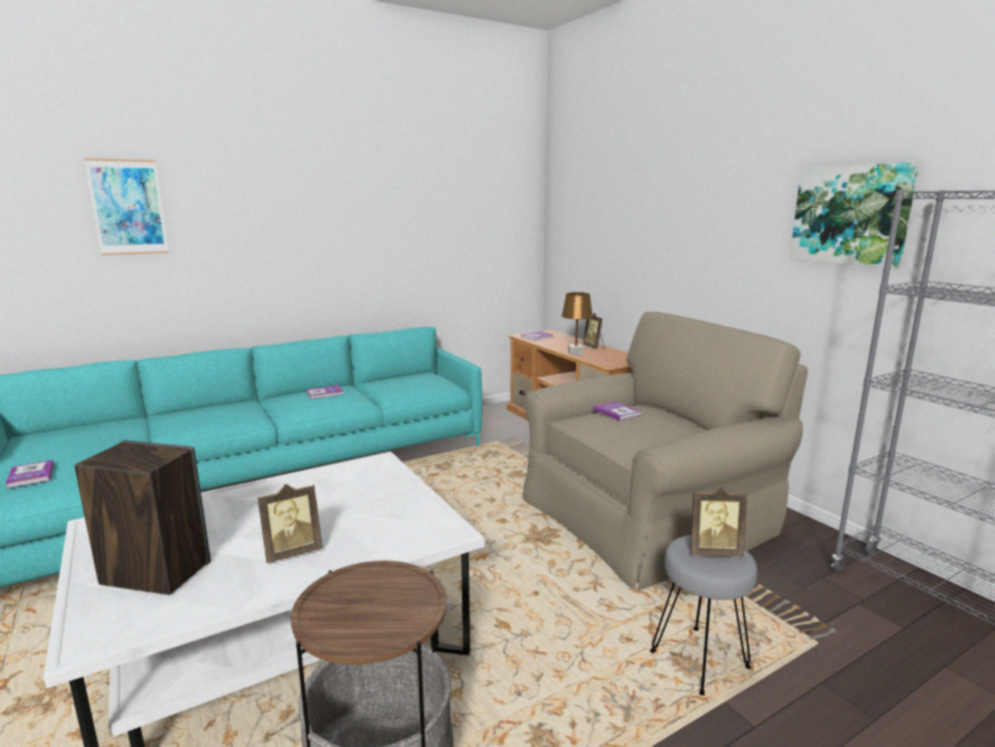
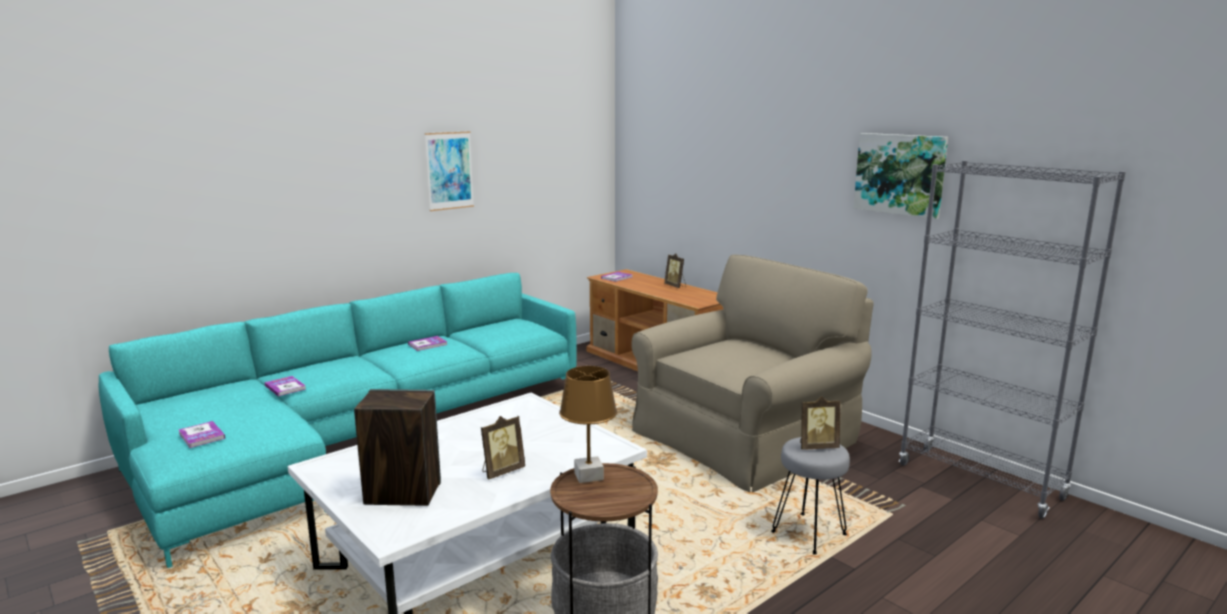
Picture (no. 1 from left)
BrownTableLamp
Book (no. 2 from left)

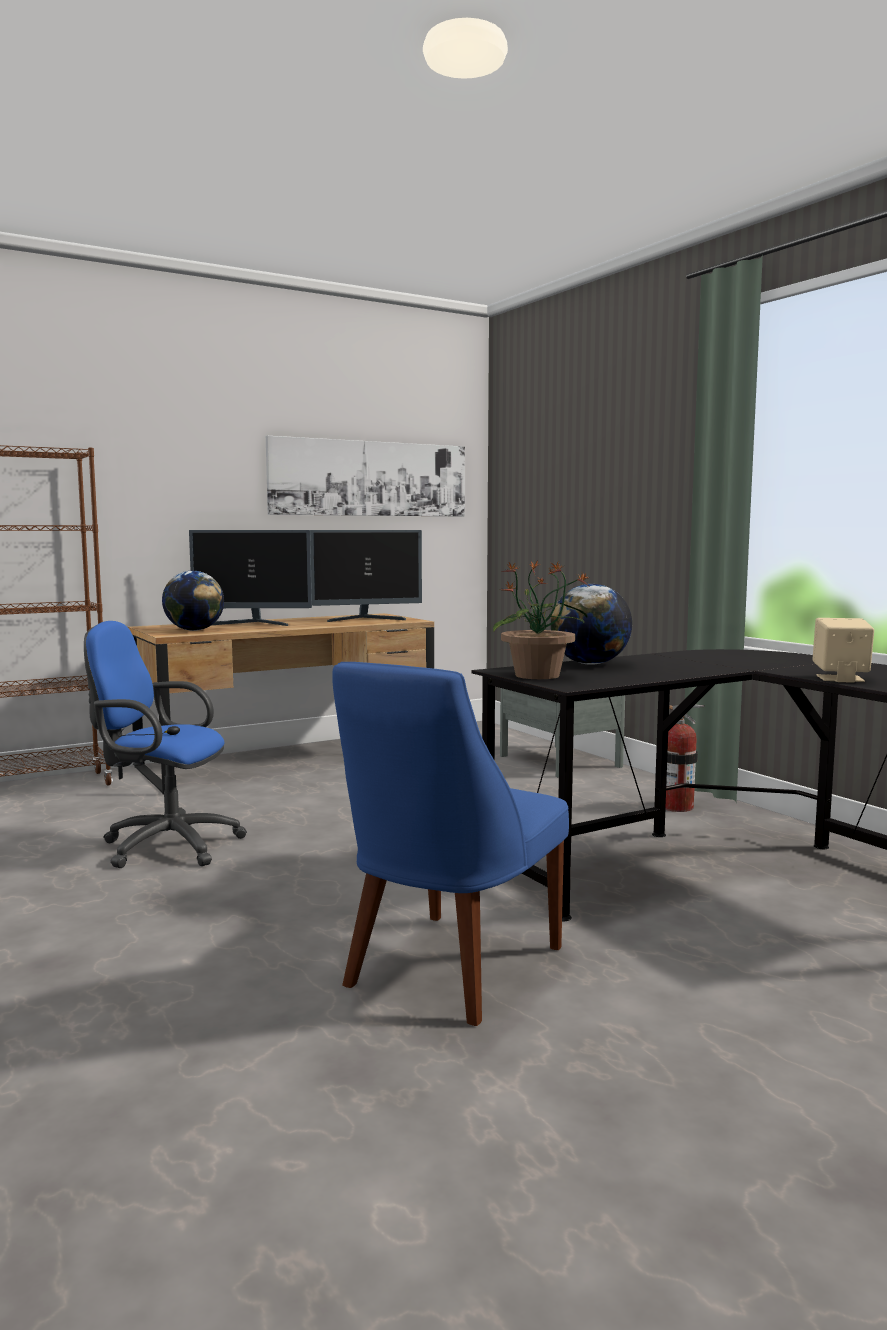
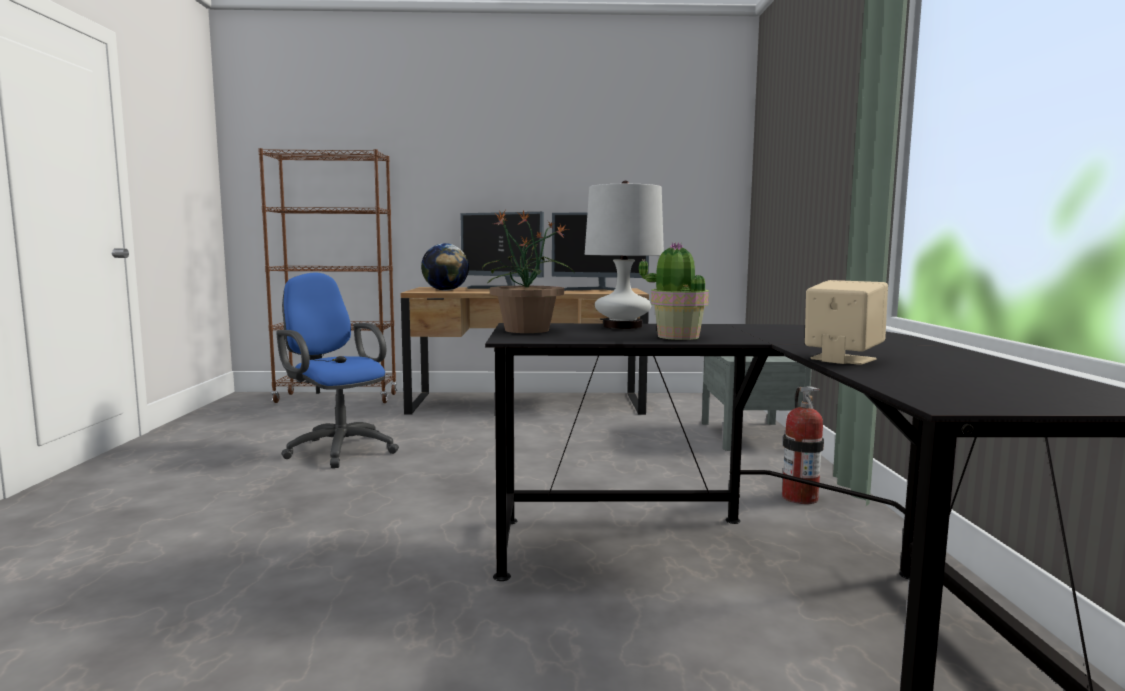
Picture
WhiteTableLamp
BlueChair
PottedPlant (no. 2 from left)

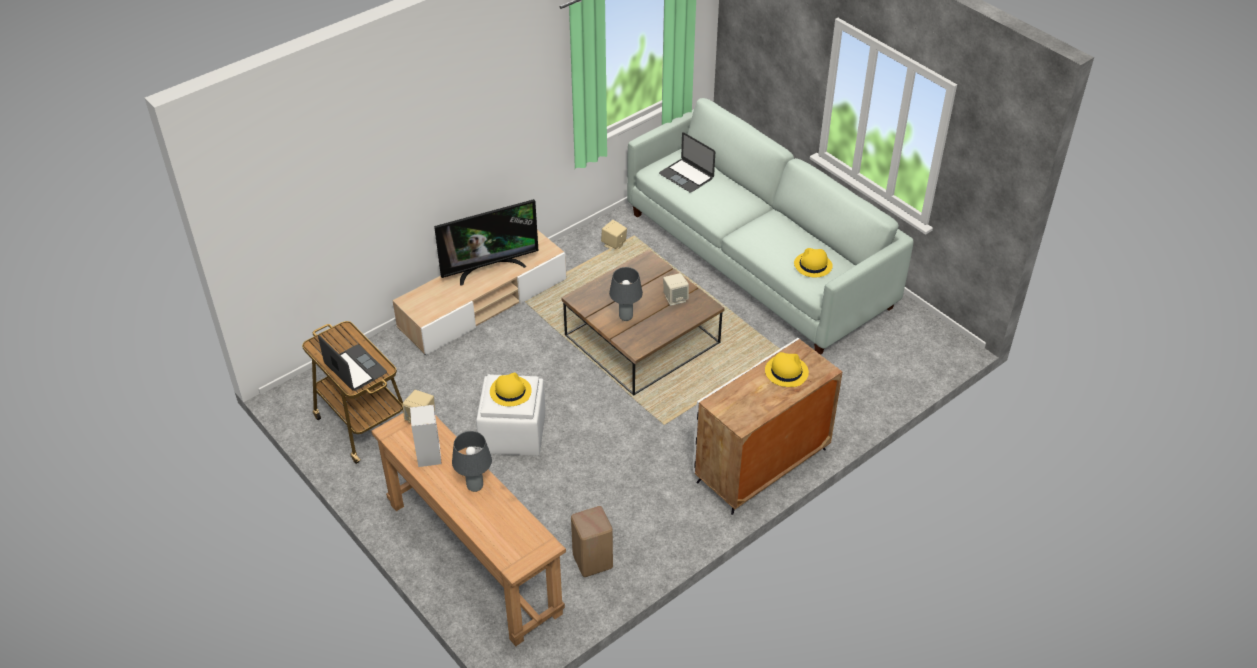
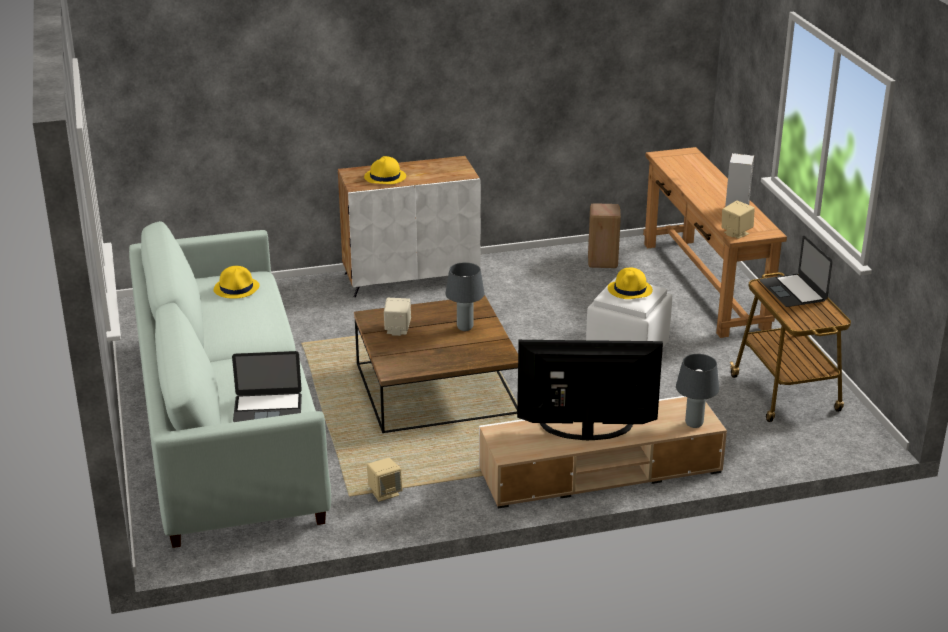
Laptop (no. 1 from left)
GreyTableLamp (no. 2 from left)

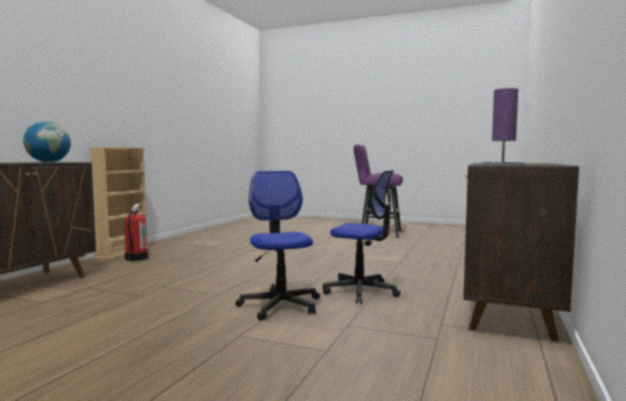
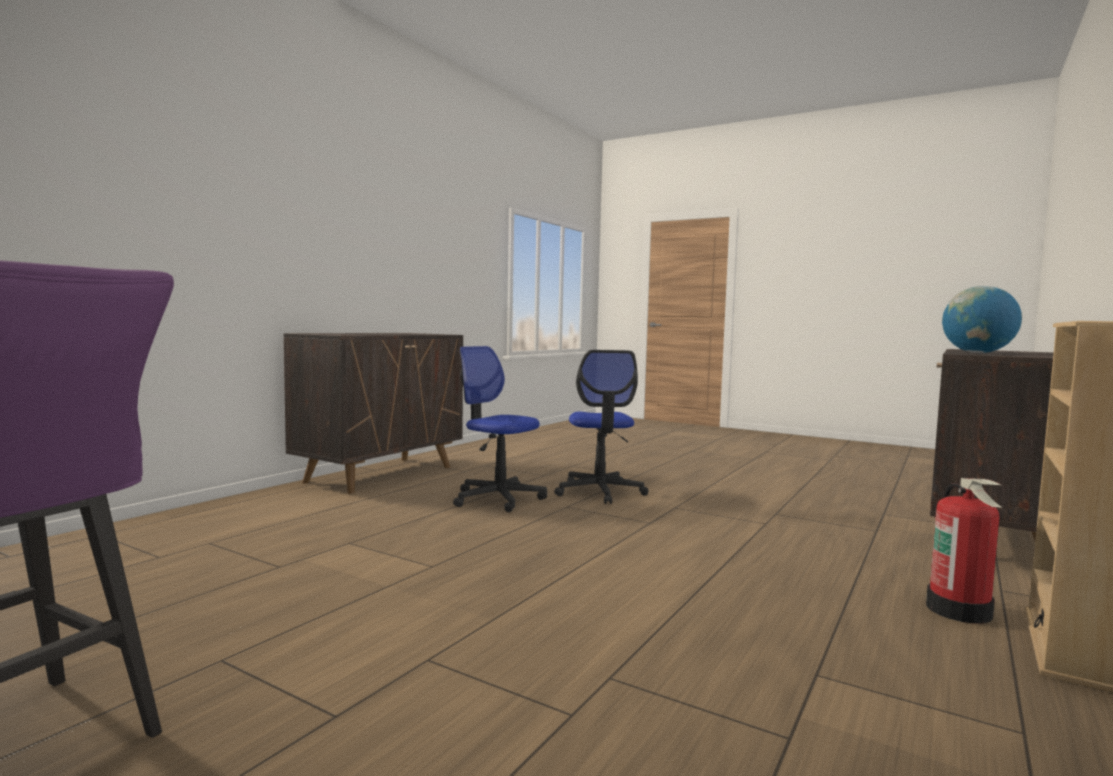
PurpleTableLamp

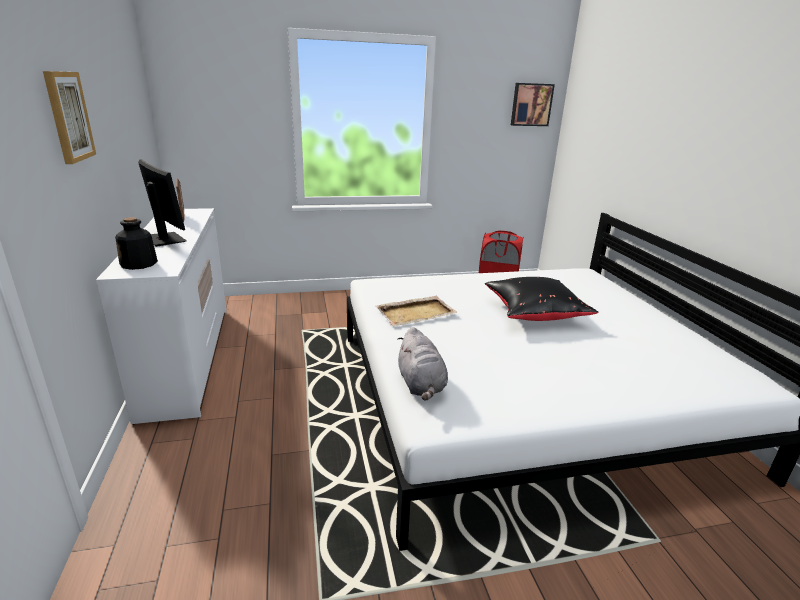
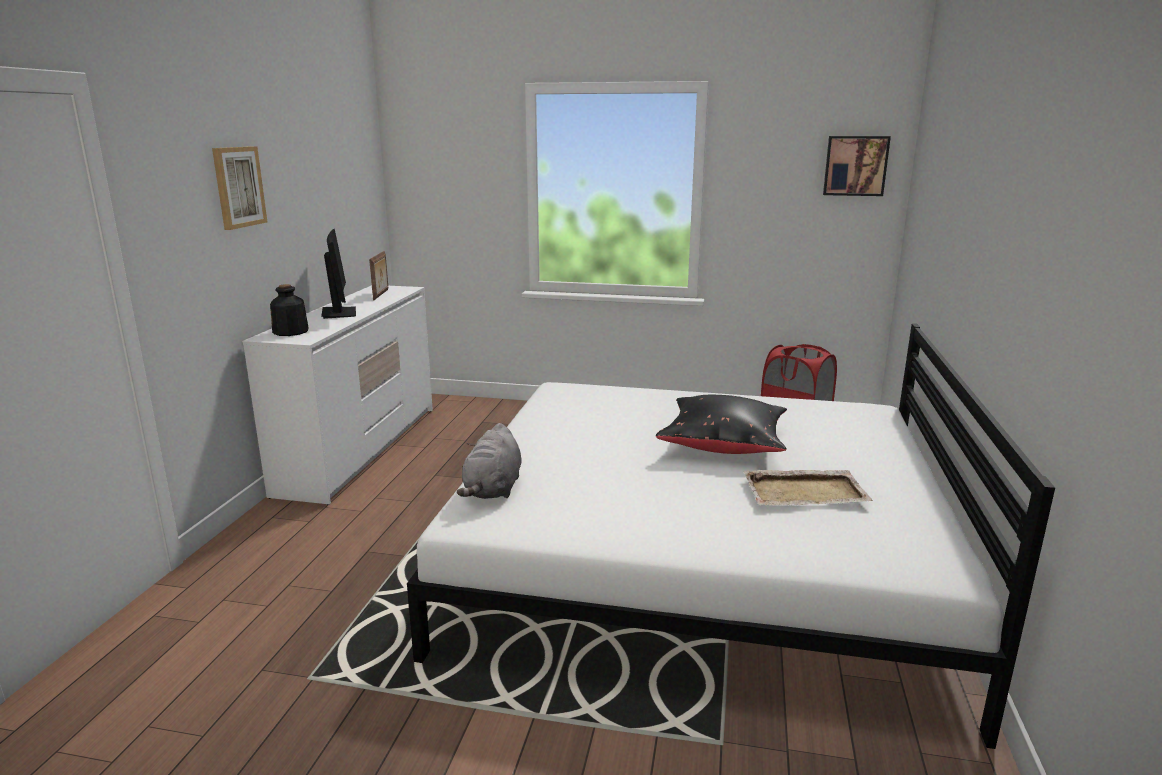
BeigeTray

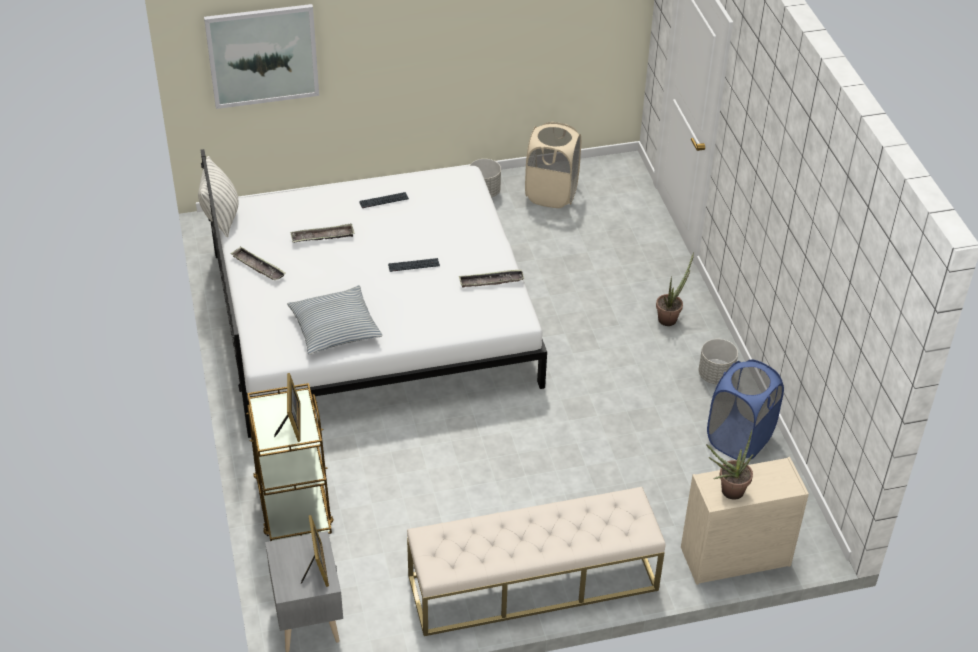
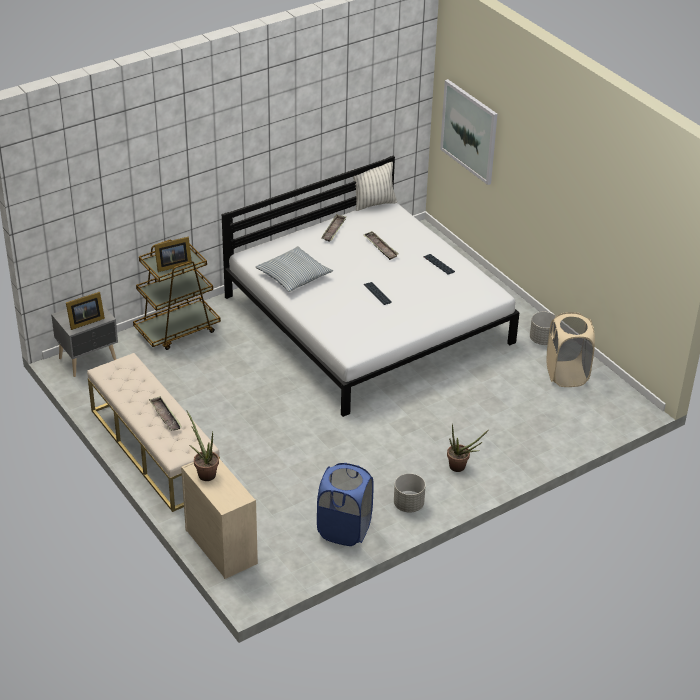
Tray (no. 1 from left)

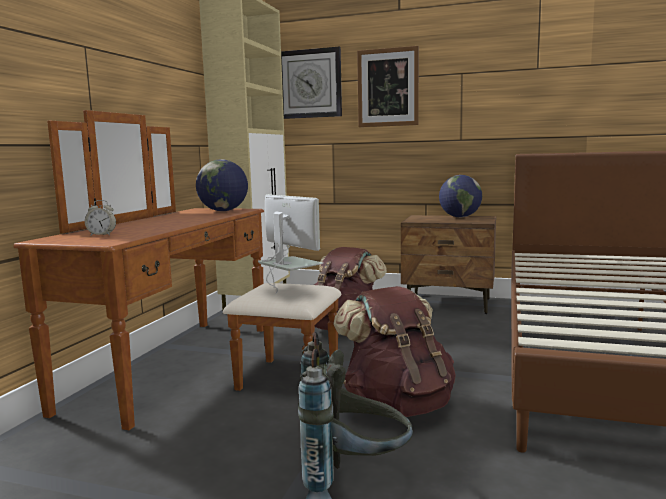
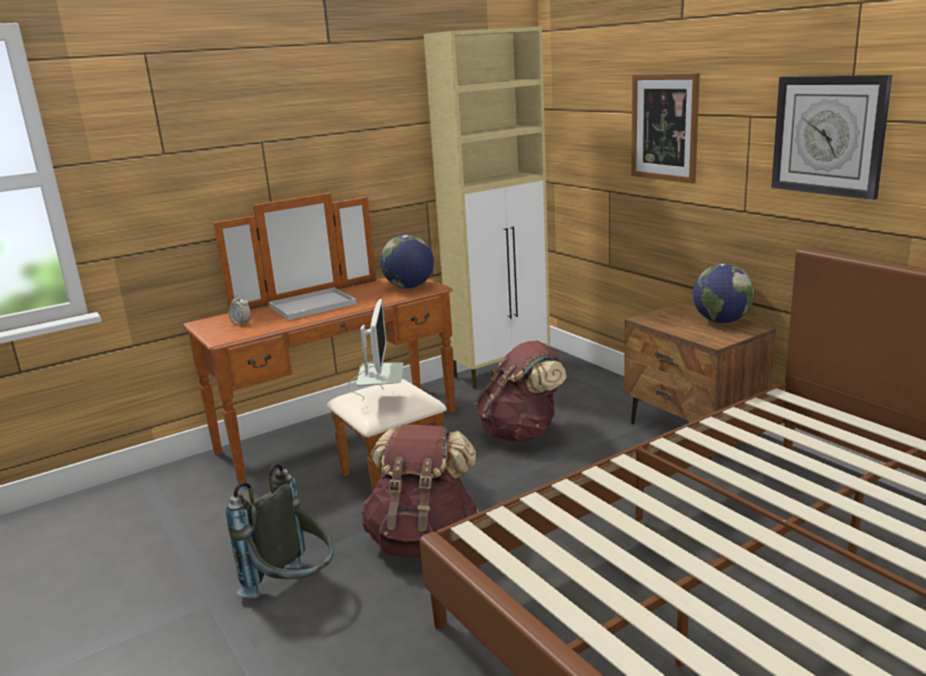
WallClock
WhiteTray

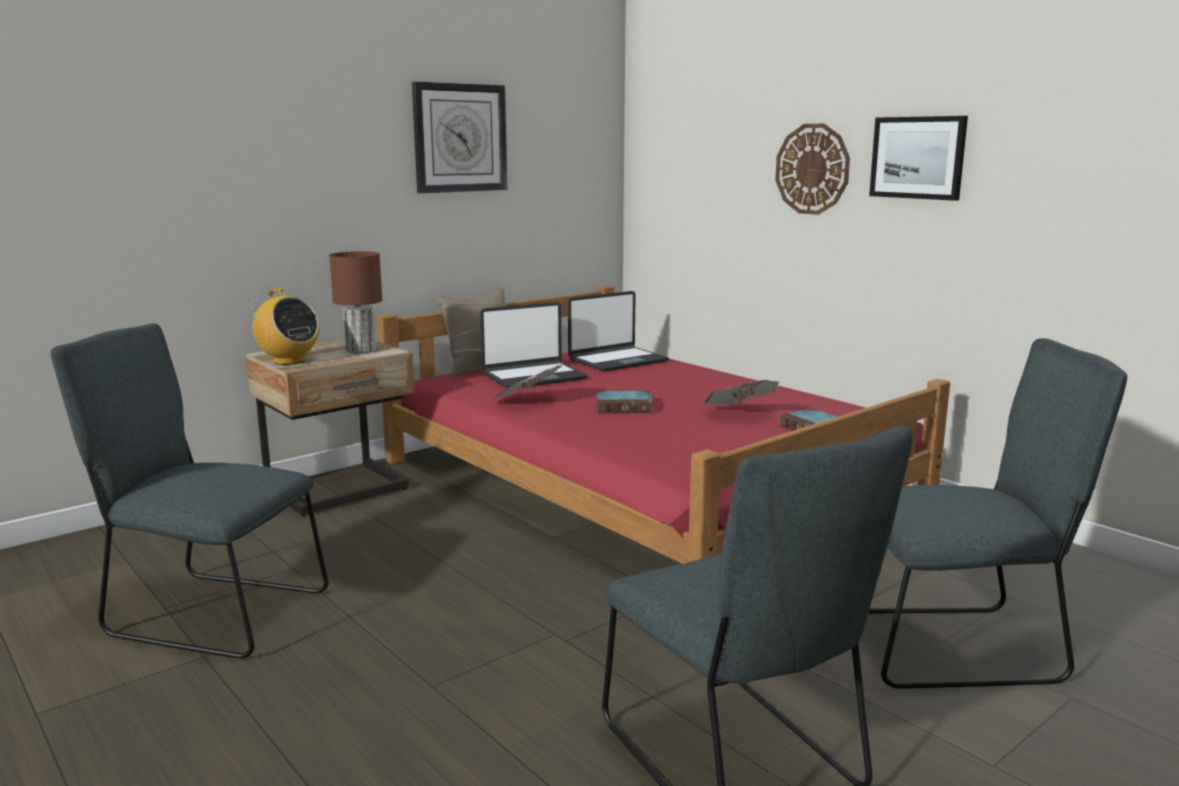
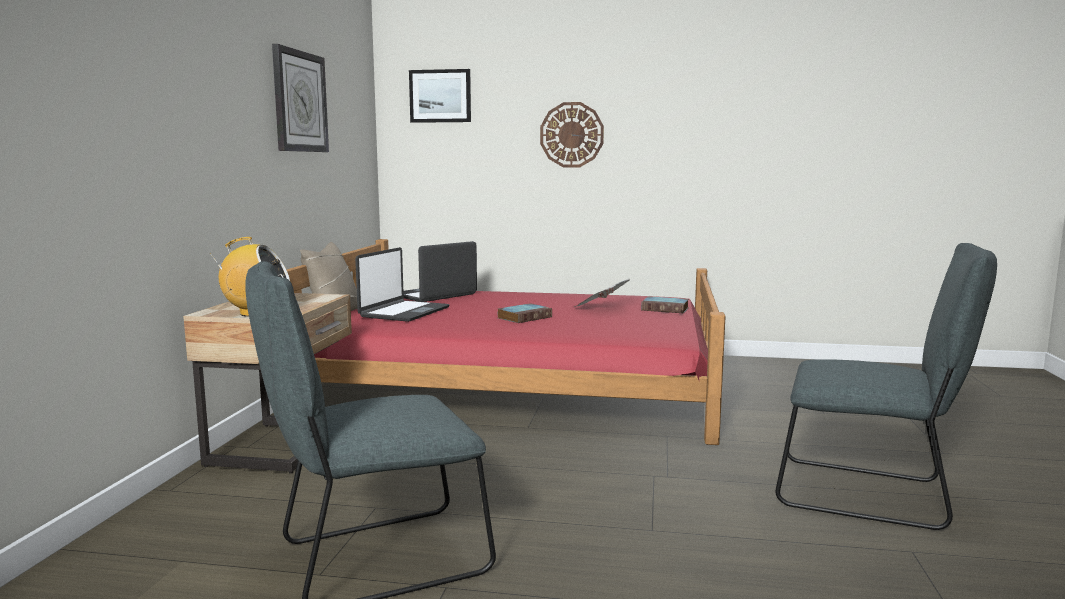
Picture
BrownTableLamp
Laptop (no. 2 from left)
GreyChair (no. 3 from left in the first image)
Newspaper (no. 1 from left in the first image)

